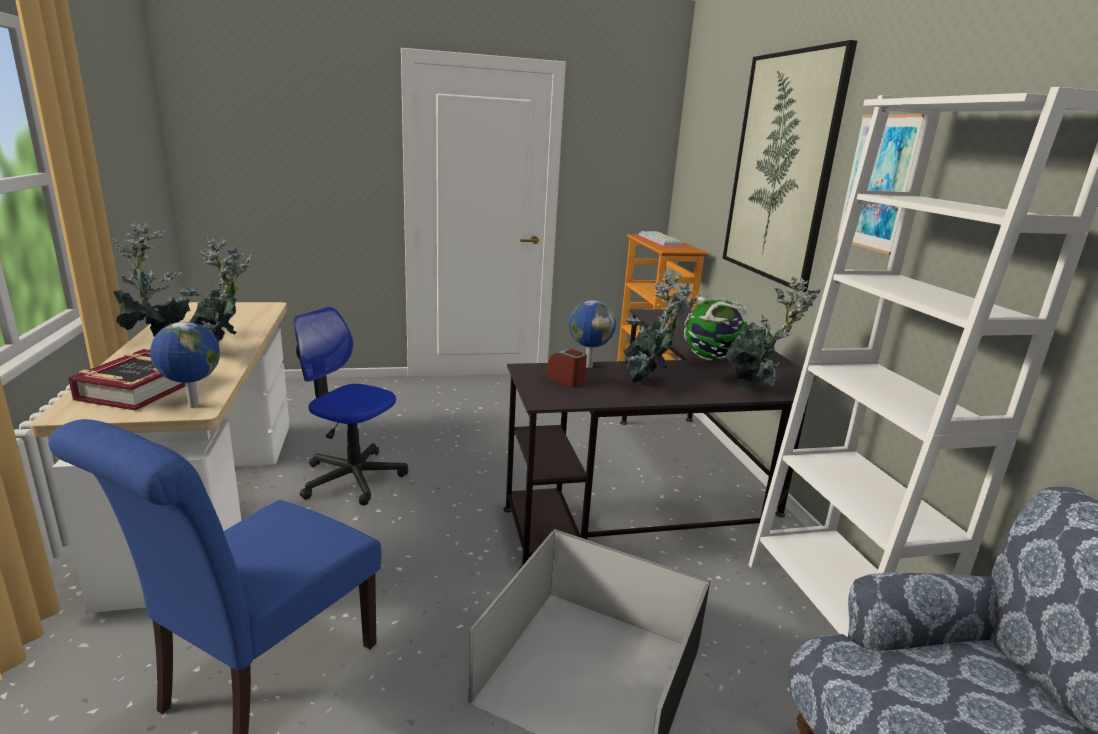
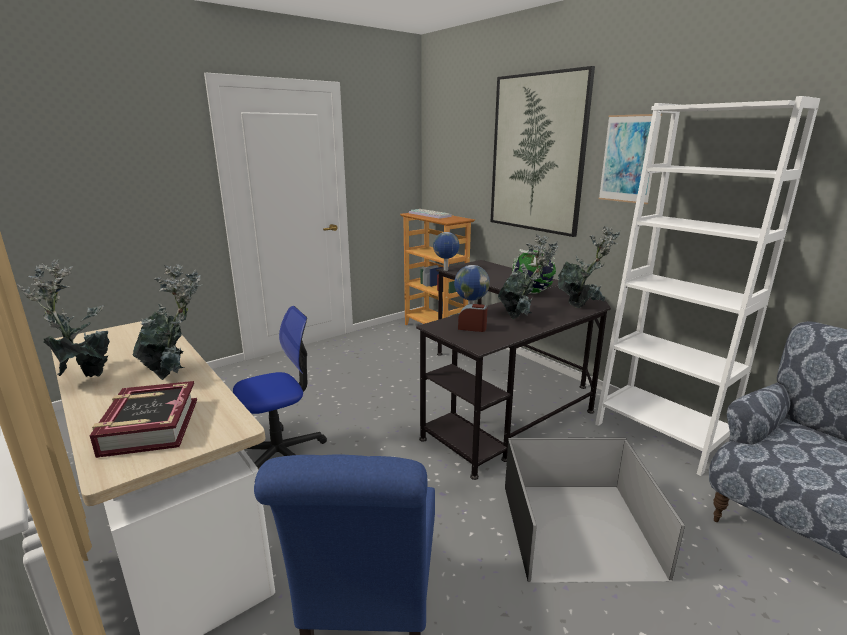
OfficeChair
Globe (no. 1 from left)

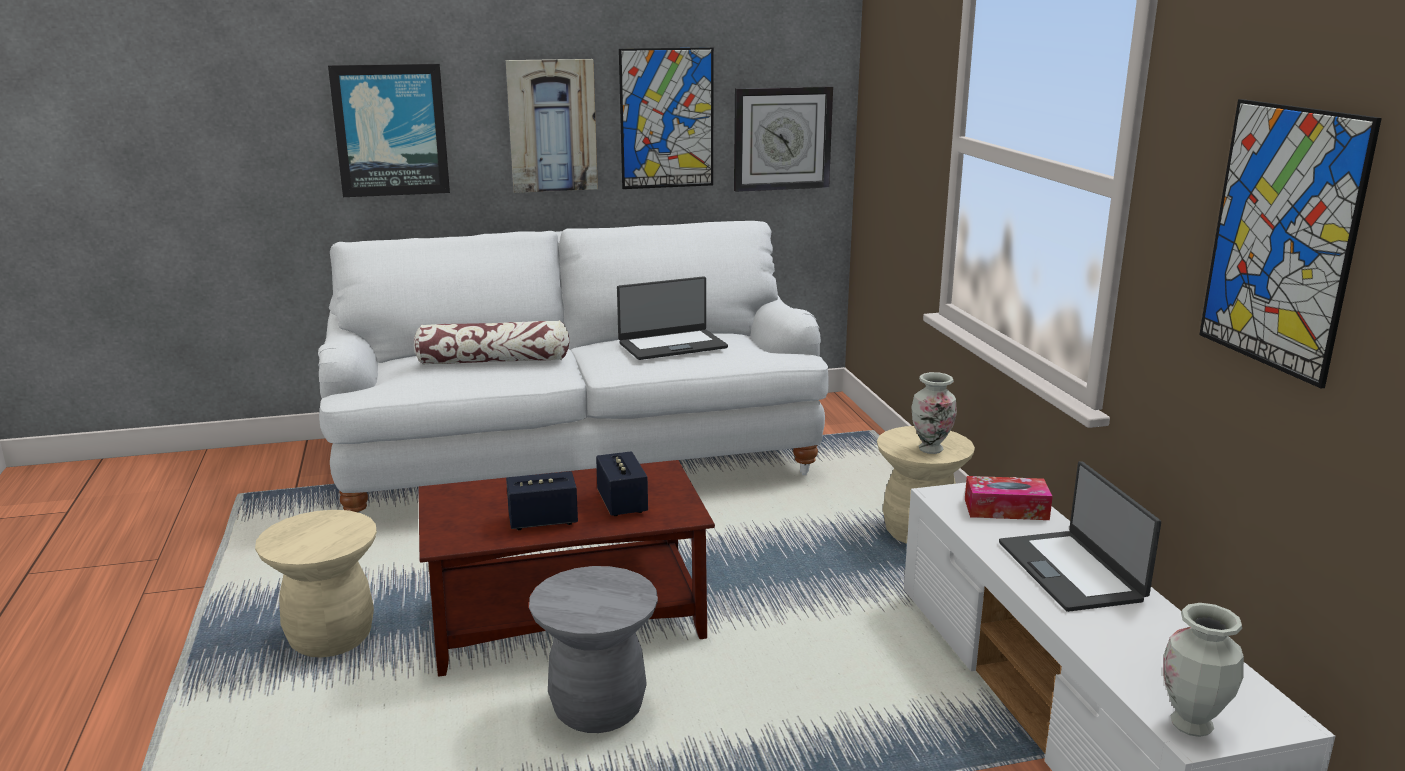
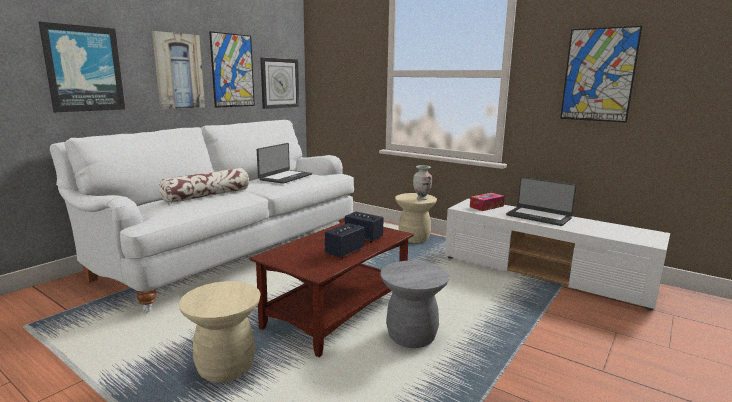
Vase (no. 2 from left in the first image)

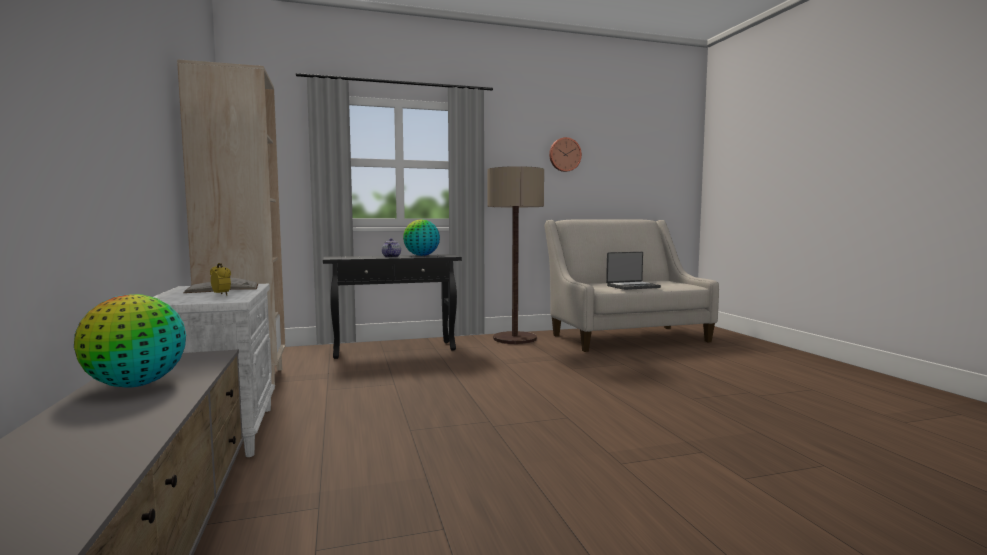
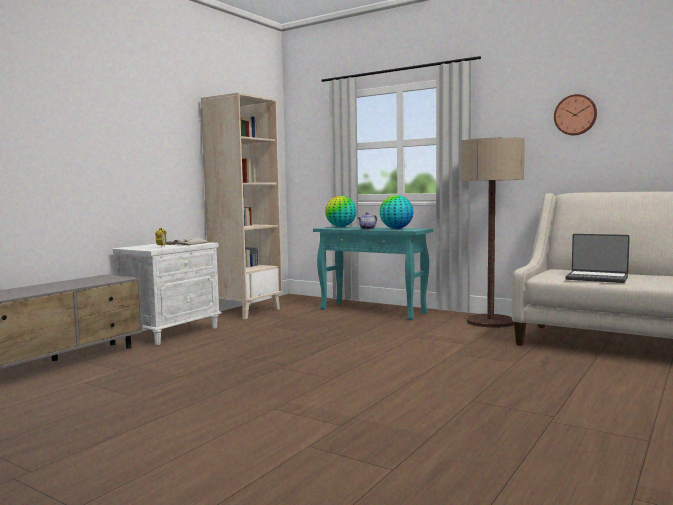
TurquoiseConsoleTable
Globe (no. 1 from left)

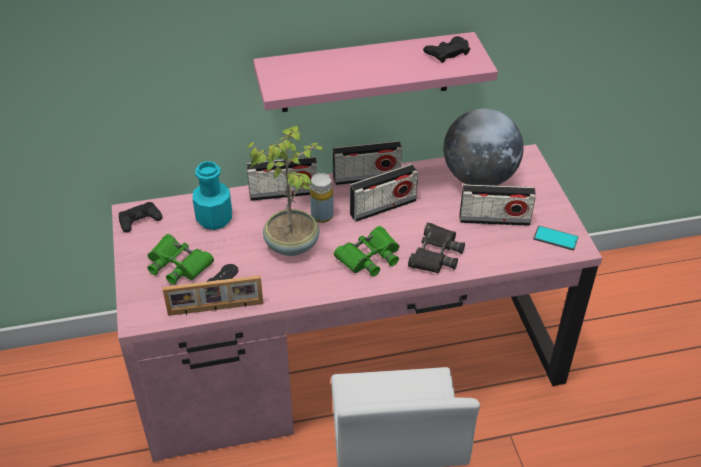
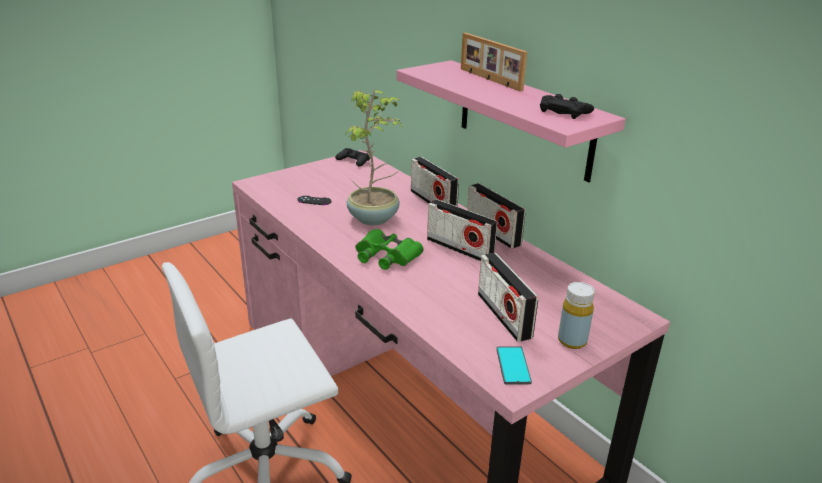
Globe
TurquoiseBottle
YellowBottle
BlackBinoculars
GreenBinoculars (no. 1 from left in the first image)
PictureFrame

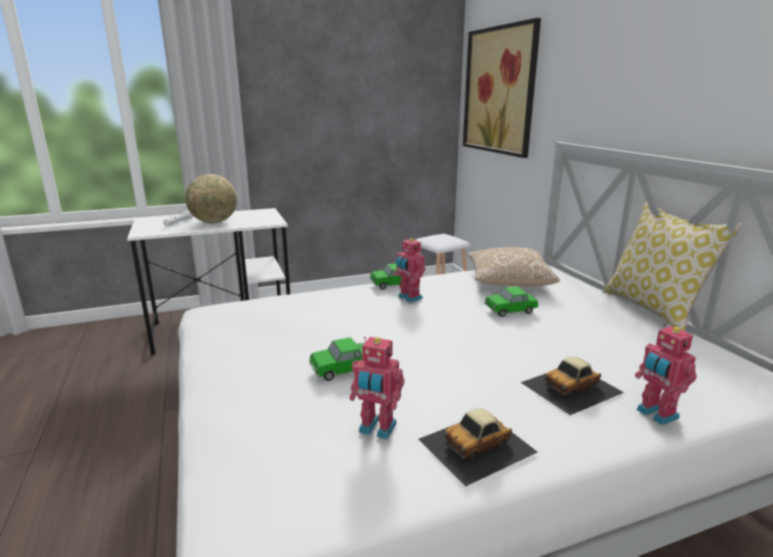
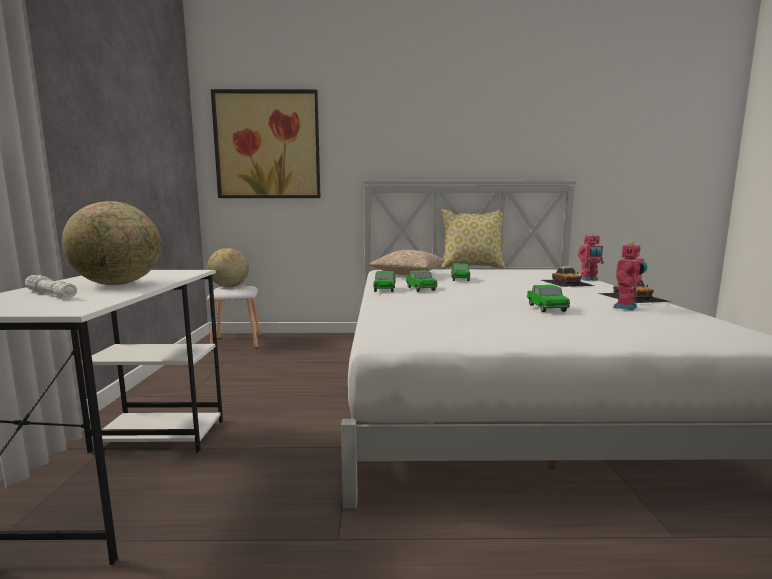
ToyCar (no. 2 from left)
Globe (no. 2 from left)

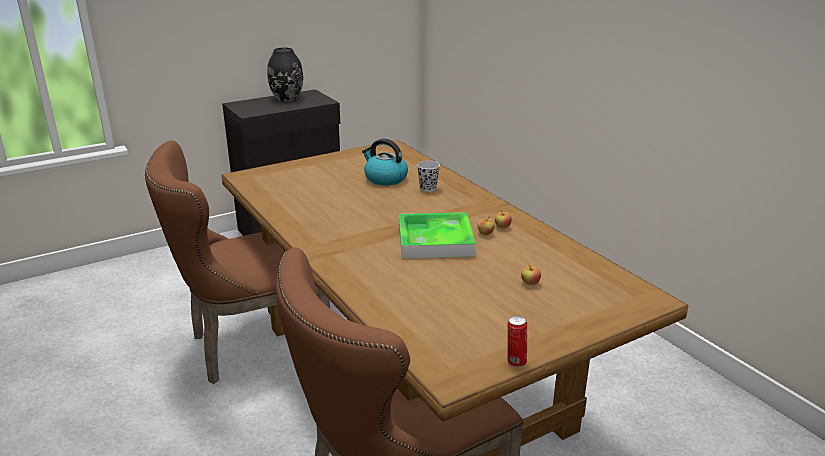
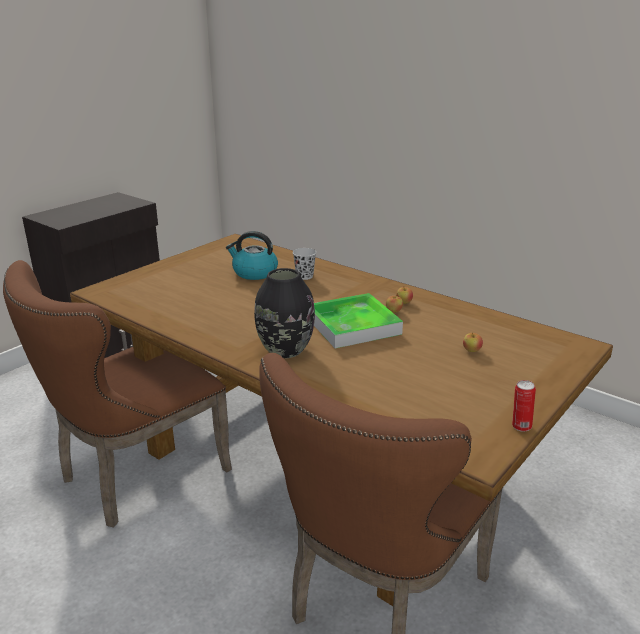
BlackVase

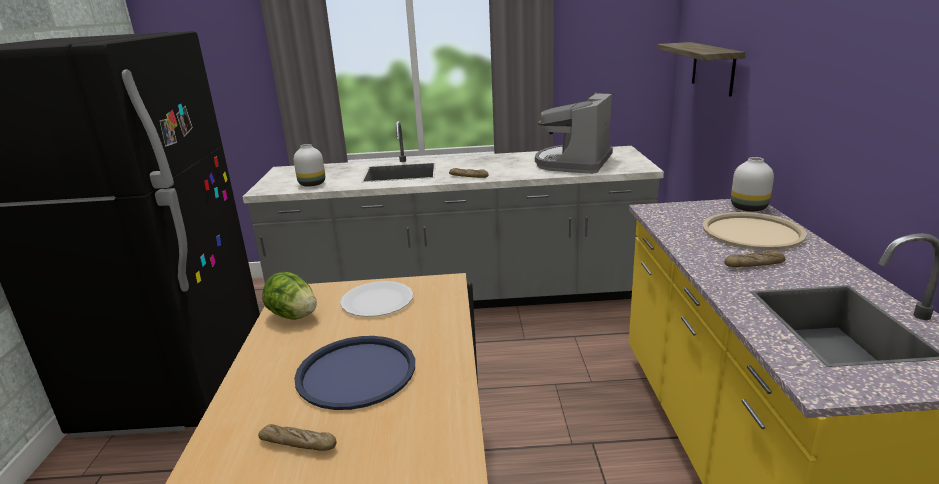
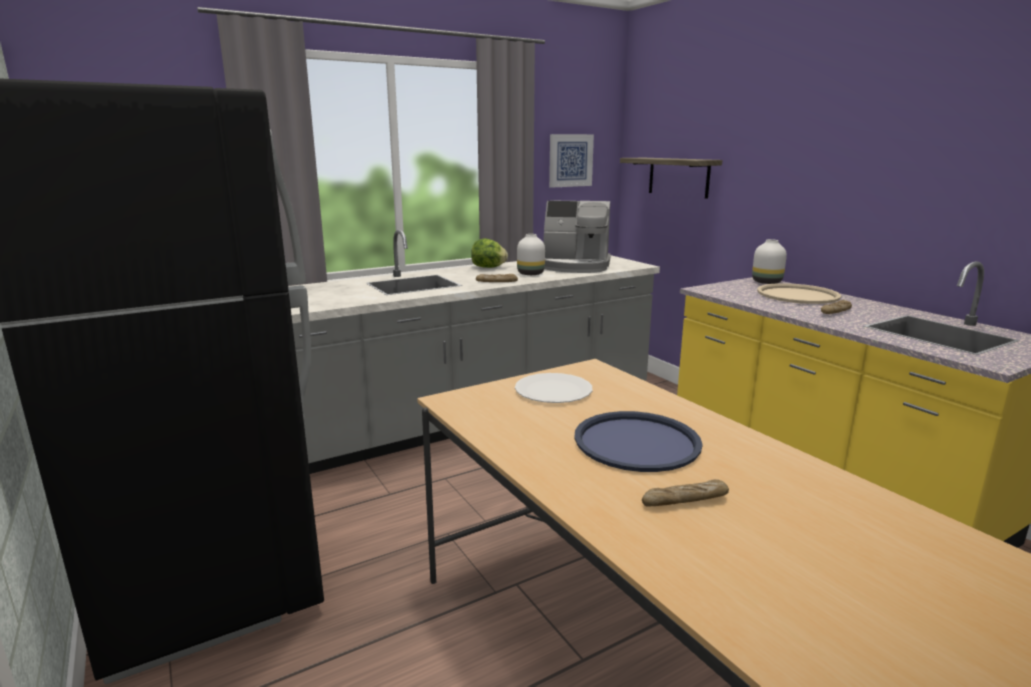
CoffeeMachine
WhiteVase (no. 1 from left)
Lettuce
Picture

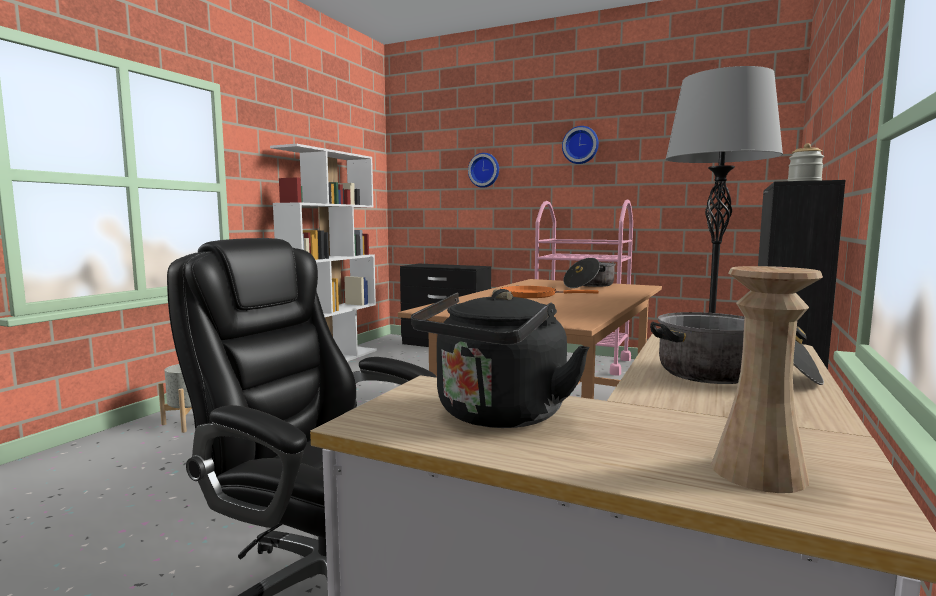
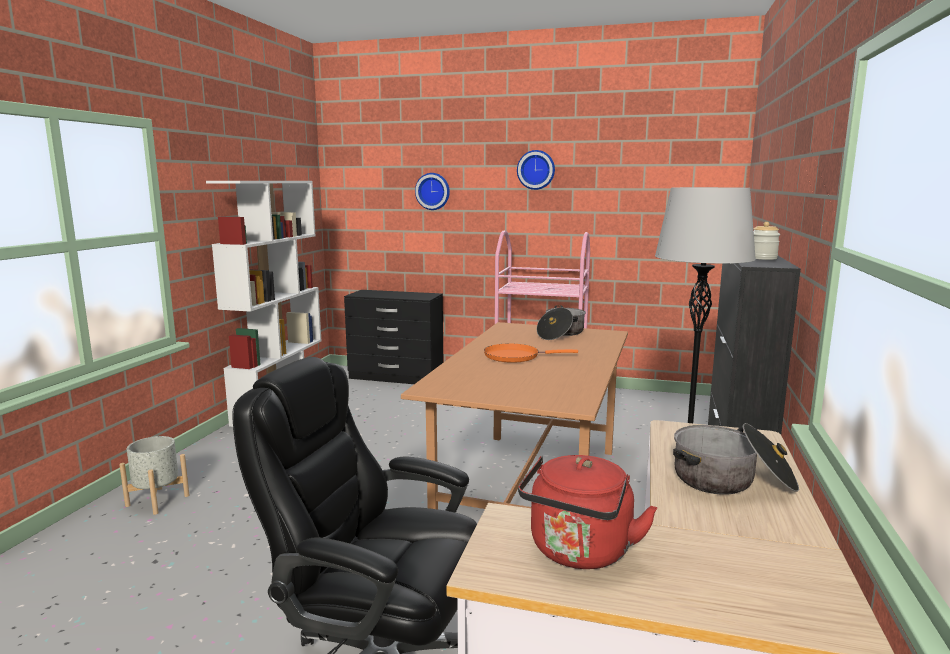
BeigeVase
RedKettle

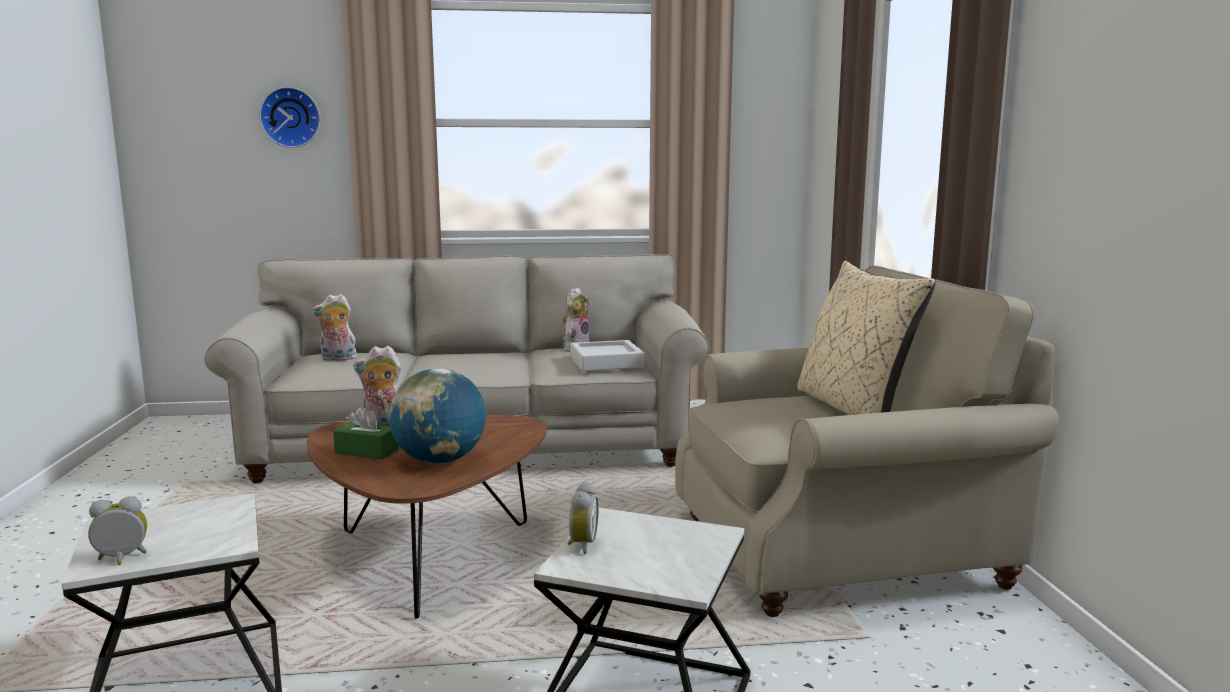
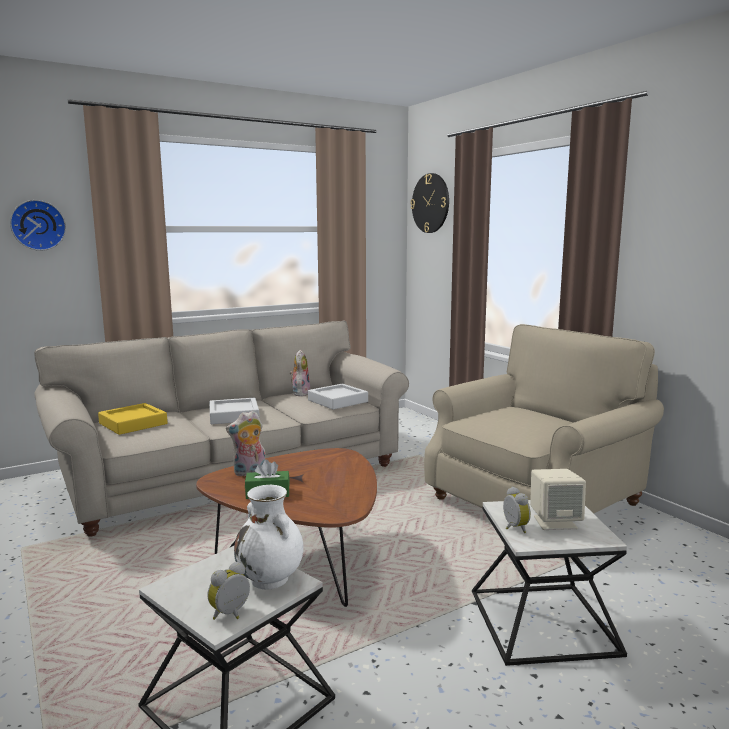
BeigePillow
YellowTray
Globe
WallClock (no. 2 from left)
GreyTray (no. 1 from left)
BeigeSpeaker
WhiteVase

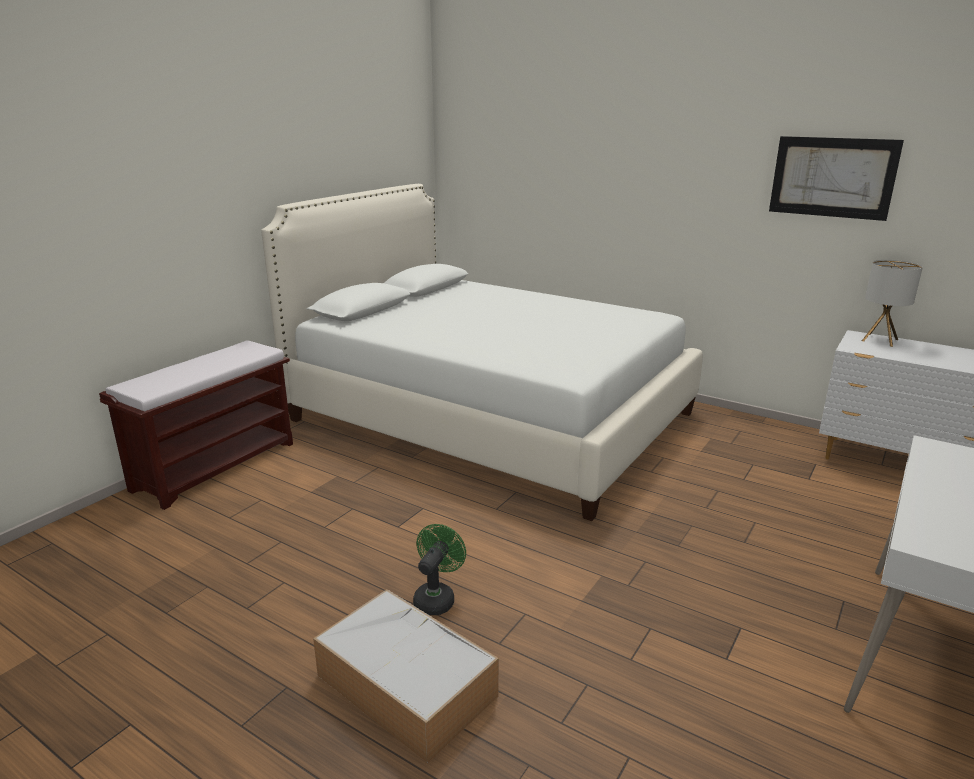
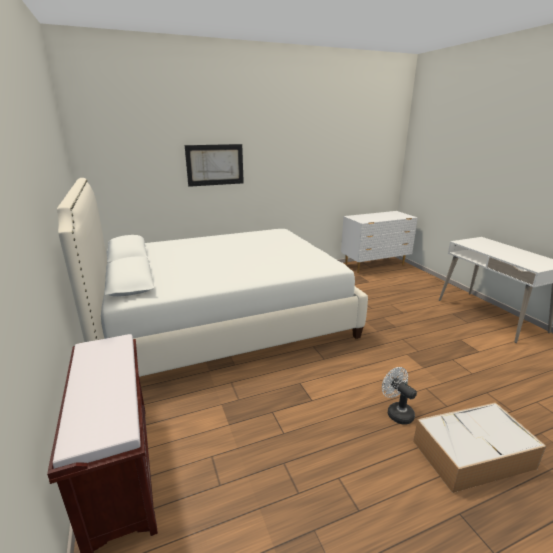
Picture
TableLamp
WhiteFan

